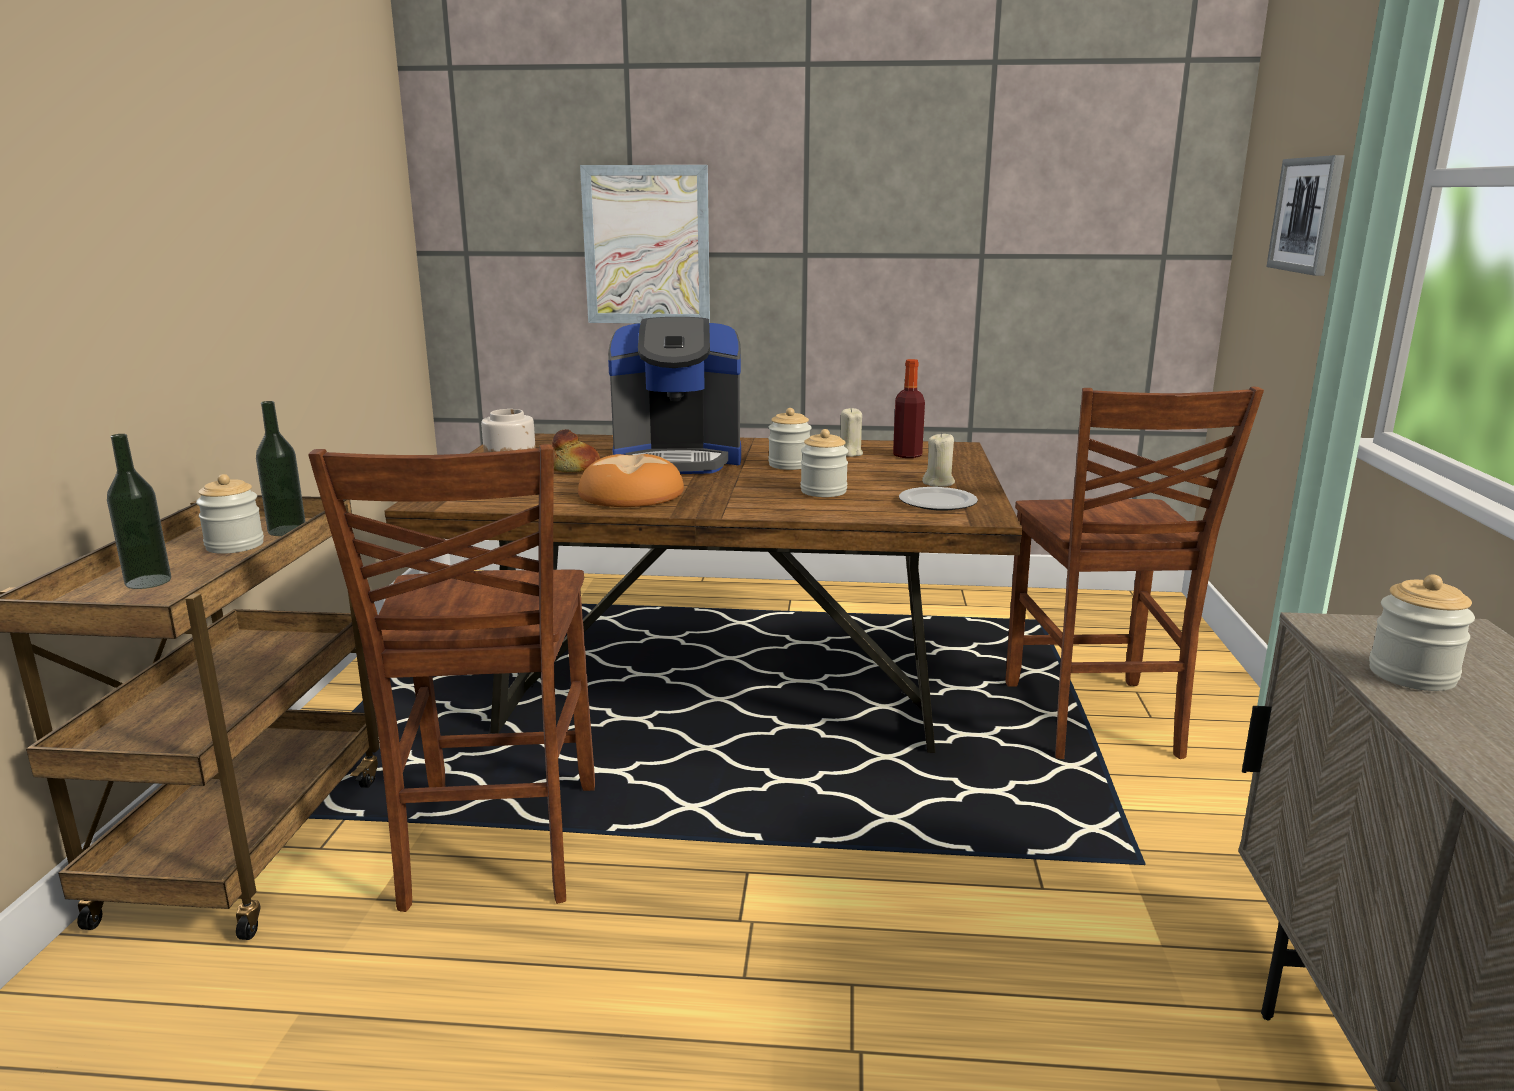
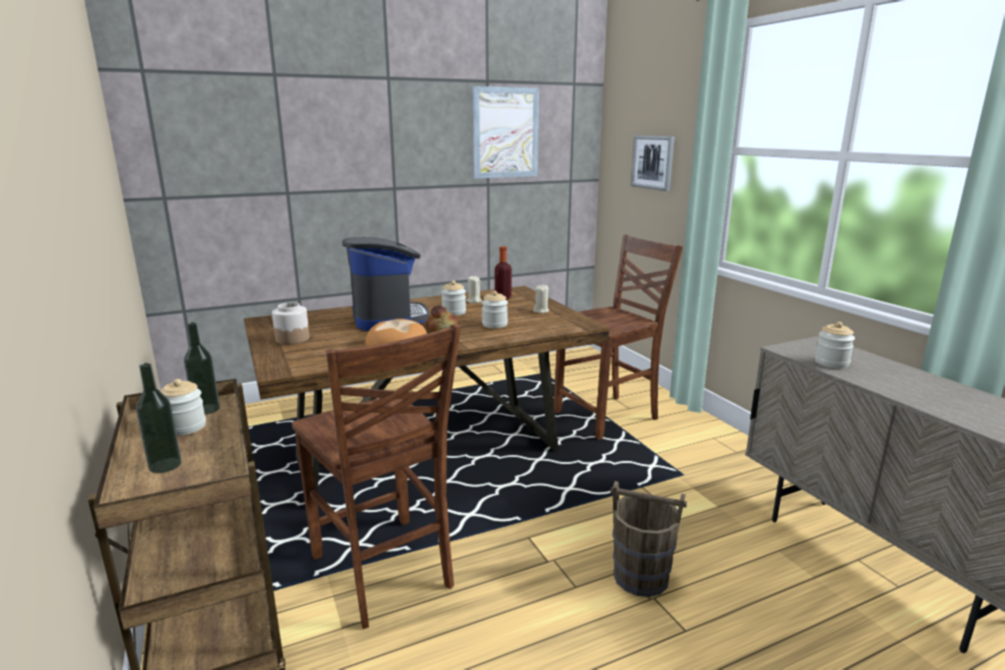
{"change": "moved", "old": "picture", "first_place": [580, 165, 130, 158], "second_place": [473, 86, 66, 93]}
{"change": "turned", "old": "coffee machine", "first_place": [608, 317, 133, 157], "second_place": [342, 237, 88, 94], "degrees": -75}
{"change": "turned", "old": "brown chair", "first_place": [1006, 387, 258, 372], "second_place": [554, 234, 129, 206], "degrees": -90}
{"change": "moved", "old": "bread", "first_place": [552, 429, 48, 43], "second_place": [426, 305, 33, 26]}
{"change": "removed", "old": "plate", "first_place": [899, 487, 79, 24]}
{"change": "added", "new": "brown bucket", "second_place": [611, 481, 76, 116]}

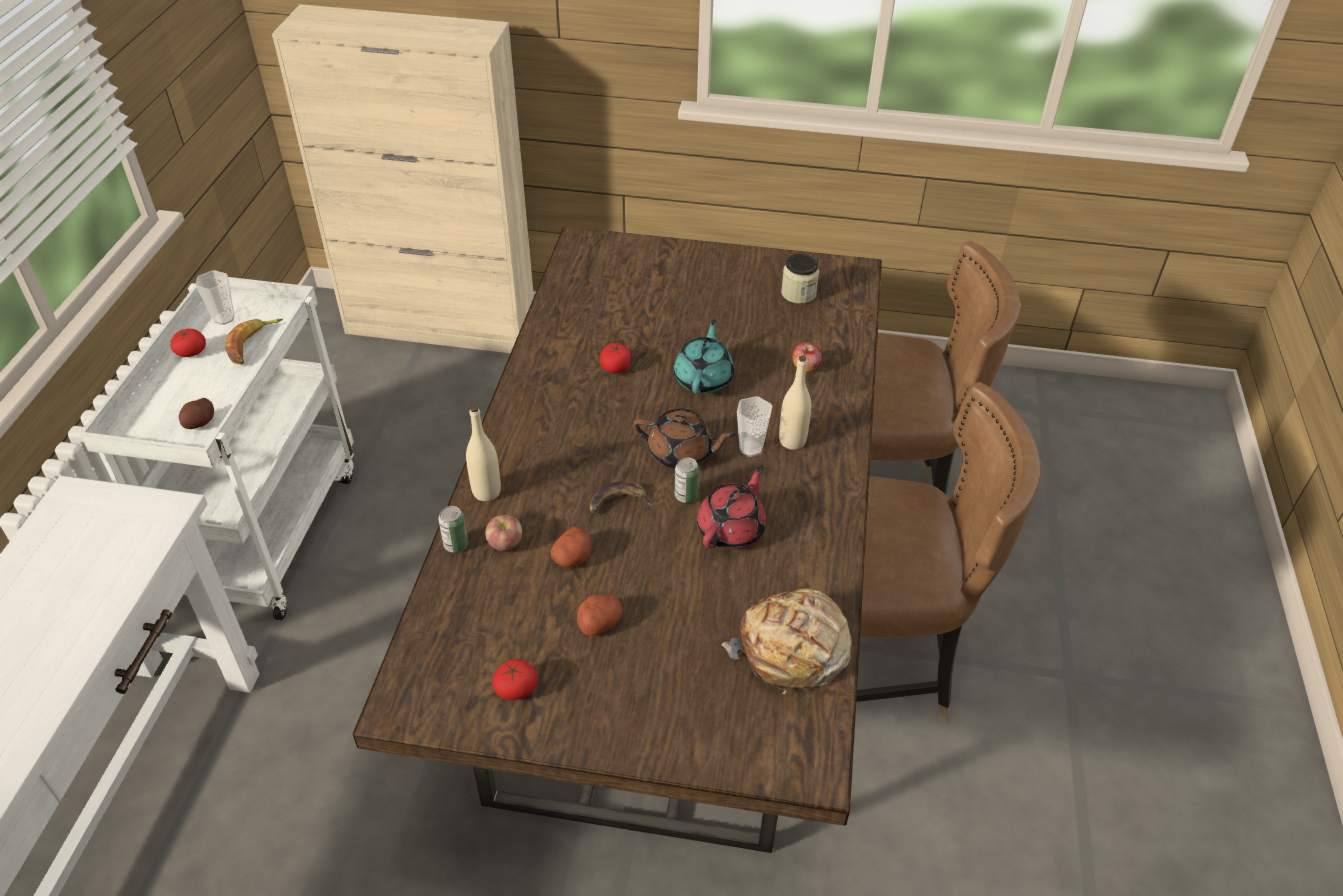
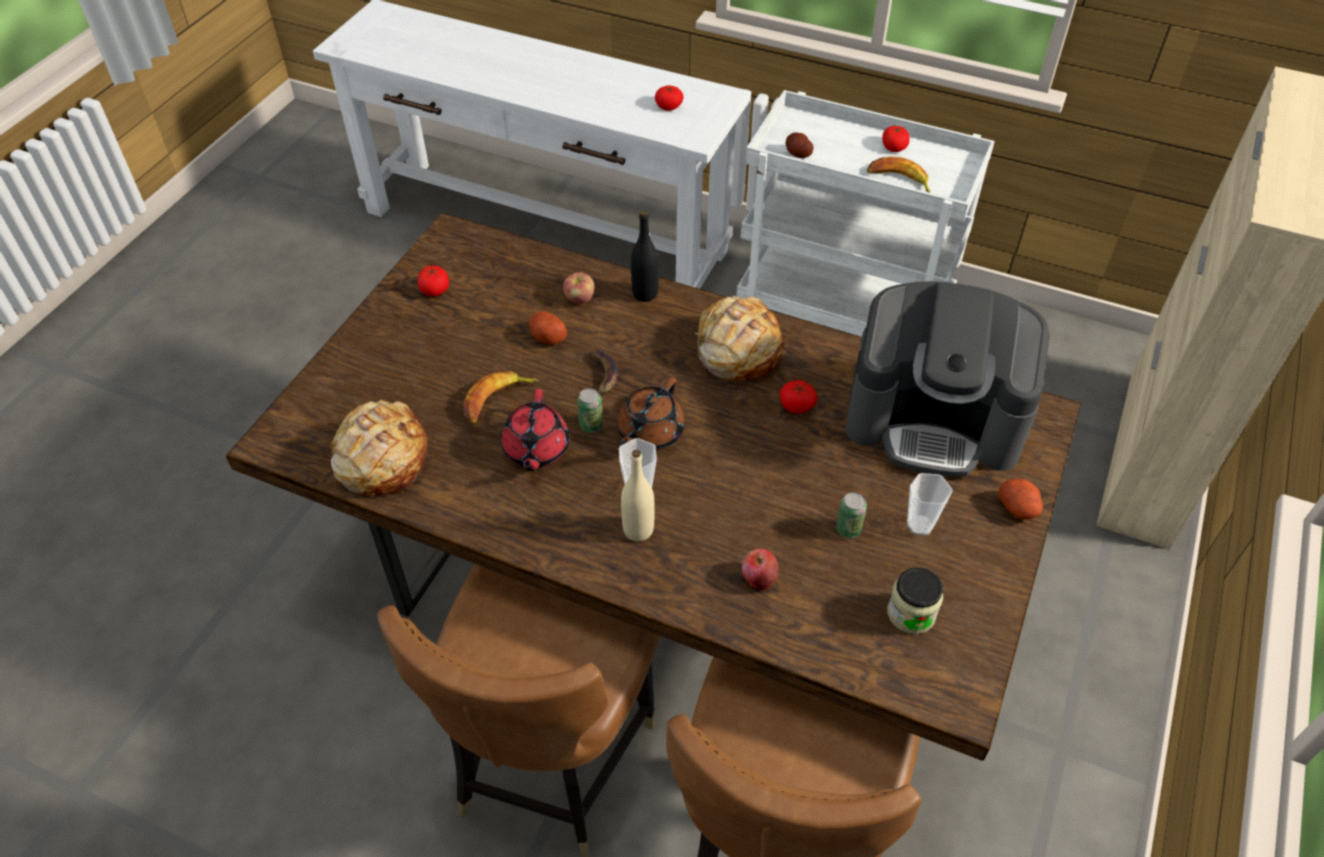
{"change": "moved", "old": "cup", "first_place": [195, 270, 40, 55], "second_place": [907, 473, 46, 63]}
{"change": "removed", "old": "turquoise teapot", "first_place": [674, 319, 60, 75]}
{"change": "recoloured", "old": "beige bottle", "new": "black bottle", "first_place": [466, 405, 35, 96], "second_place": [631, 210, 28, 92]}
{"change": "turned", "old": "red teapot", "first_place": [697, 465, 69, 84], "second_place": [501, 389, 68, 82], "degrees": 45}
{"change": "moved", "old": "can", "first_place": [438, 506, 30, 47], "second_place": [836, 492, 31, 46]}
{"change": "moved", "old": "potato", "first_place": [577, 594, 46, 42], "second_place": [998, 478, 45, 42]}
{"change": "added", "new": "tomato", "second_place": [655, 85, 28, 26]}
{"change": "added", "new": "coffee machine", "second_place": [845, 281, 205, 196]}
{"change": "added", "new": "bread", "second_place": [695, 296, 88, 85]}
{"change": "added", "new": "banana", "second_place": [463, 371, 77, 54]}

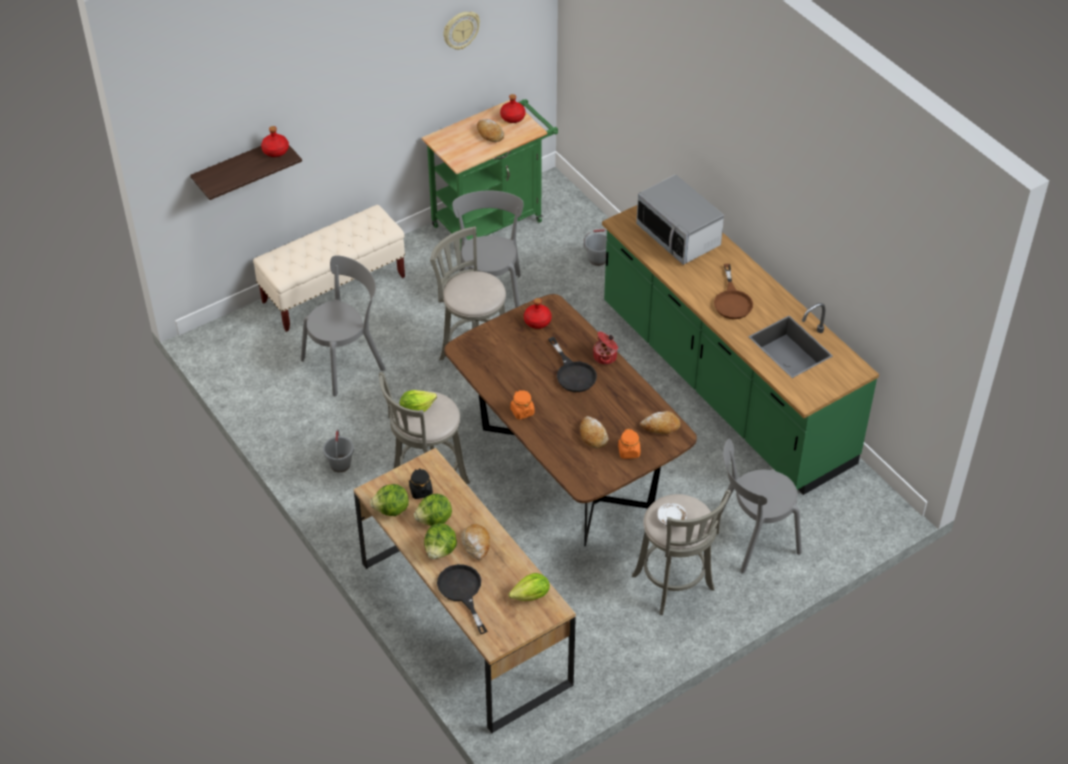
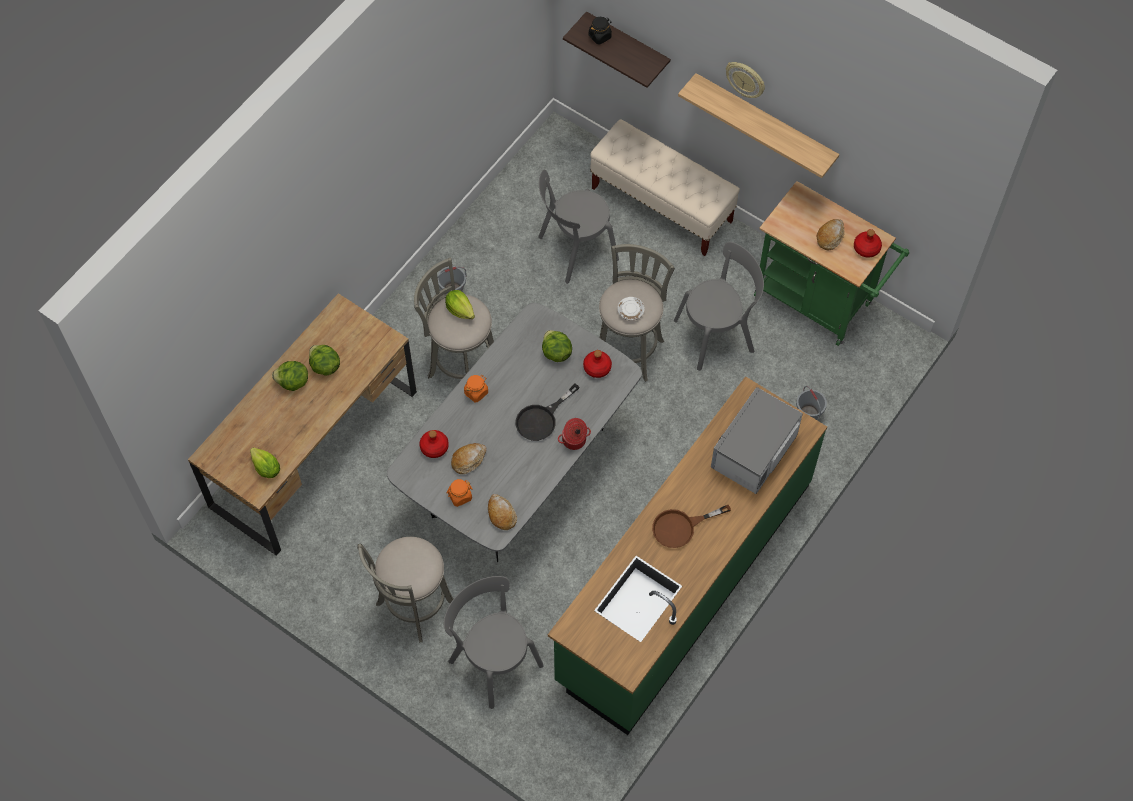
{"change": "moved", "old": "wall clock", "first_place": [443, 12, 37, 38], "second_place": [726, 62, 39, 36]}
{"change": "moved", "old": "red bottle", "first_place": [261, 126, 28, 31], "second_place": [419, 430, 30, 28]}
{"change": "turned", "old": "grey chair", "first_place": [301, 255, 85, 141], "second_place": [538, 169, 81, 115], "degrees": 120}
{"change": "recoloured", "old": "brown dining table", "new": "grey dining table", "first_place": [444, 294, 253, 253], "second_place": [387, 303, 255, 259]}
{"change": "moved", "old": "black jar", "first_place": [409, 468, 24, 31], "second_place": [589, 17, 23, 28]}
{"change": "moved", "old": "lettuce", "first_place": [370, 484, 39, 32], "second_place": [542, 330, 30, 32]}
{"change": "moved", "old": "white plate", "first_place": [657, 503, 30, 24], "second_place": [618, 297, 27, 24]}
{"change": "removed", "old": "bread", "first_place": [461, 524, 29, 36]}
{"change": "removed", "old": "black frying pan", "first_place": [437, 564, 50, 70]}
{"change": "added", "new": "shelf", "second_place": [678, 73, 161, 105]}

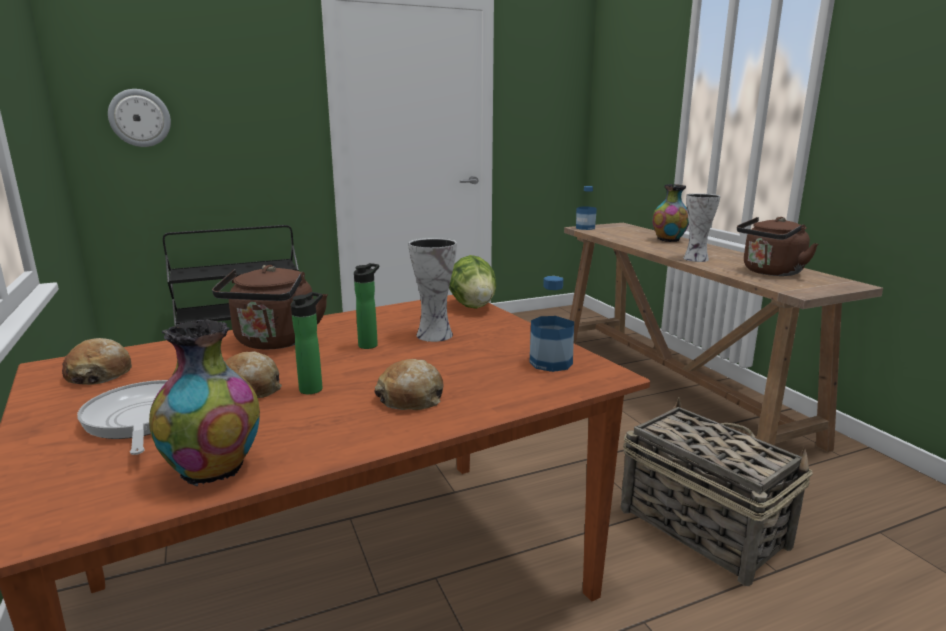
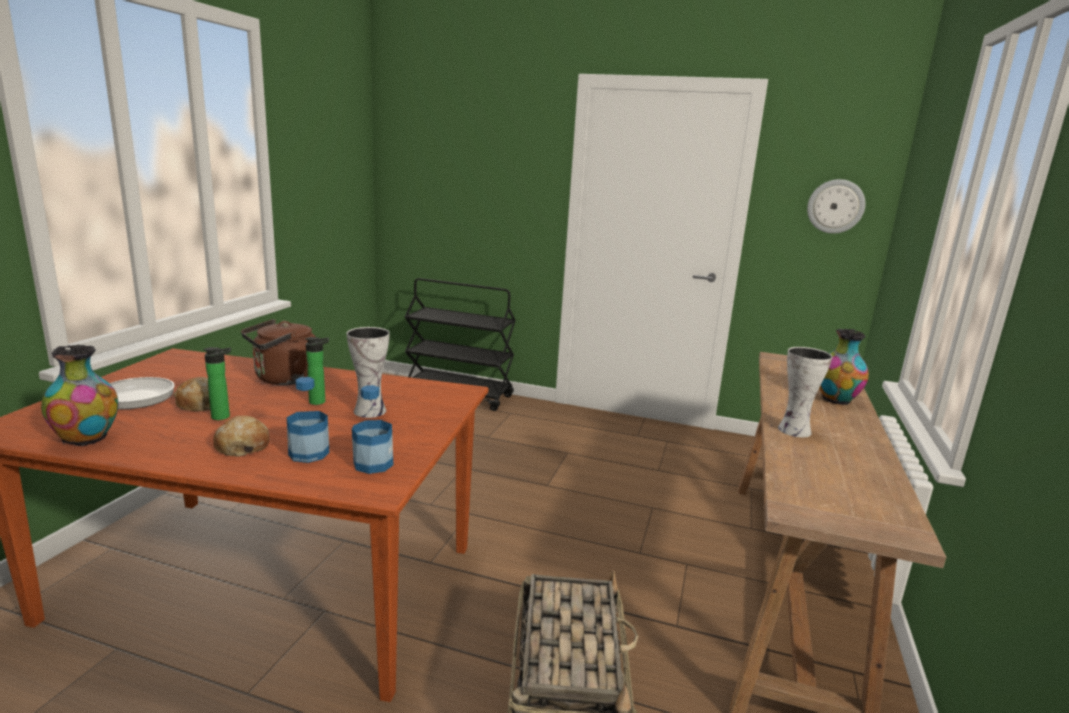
{"change": "moved", "old": "wall clock", "first_place": [108, 89, 63, 58], "second_place": [807, 179, 59, 55]}
{"change": "moved", "old": "bottle", "first_place": [576, 186, 21, 44], "second_place": [287, 377, 42, 86]}
{"change": "removed", "old": "brown kettle", "first_place": [737, 217, 81, 59]}
{"change": "removed", "old": "lettuce", "first_place": [449, 255, 48, 54]}
{"change": "removed", "old": "bread", "first_place": [62, 338, 70, 47]}

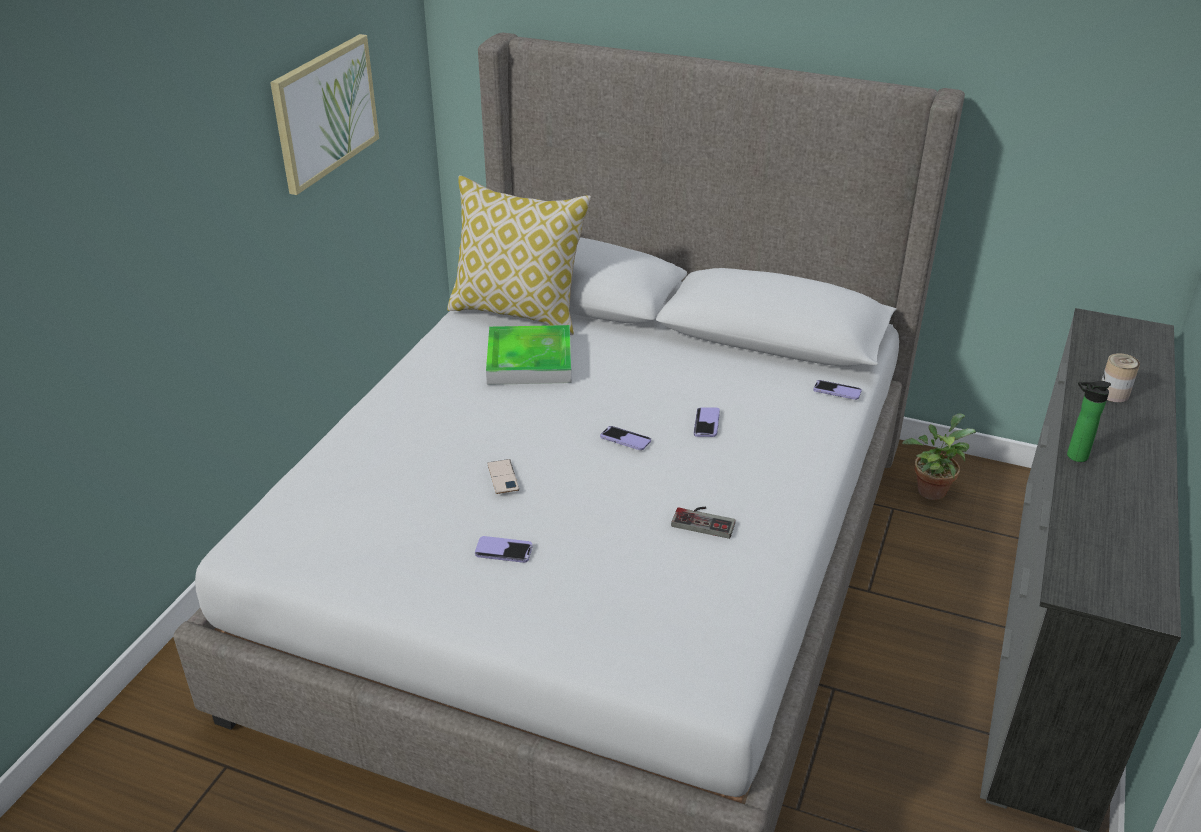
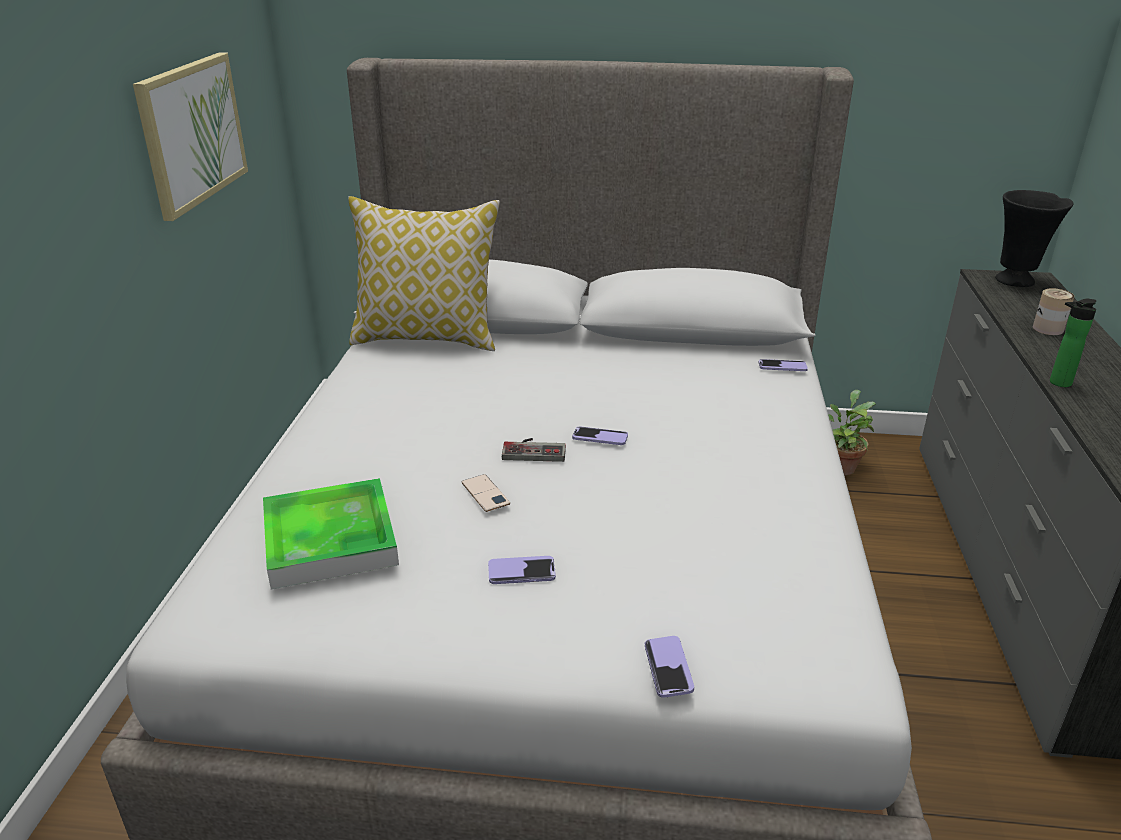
{"change": "moved", "old": "tray", "first_place": [486, 325, 85, 60], "second_place": [263, 478, 136, 111]}
{"change": "moved", "old": "phone", "first_place": [694, 407, 26, 30], "second_place": [645, 636, 49, 62]}
{"change": "moved", "old": "game controller", "first_place": [671, 507, 65, 32], "second_place": [502, 438, 64, 24]}
{"change": "added", "new": "black vase", "second_place": [995, 190, 79, 97]}

